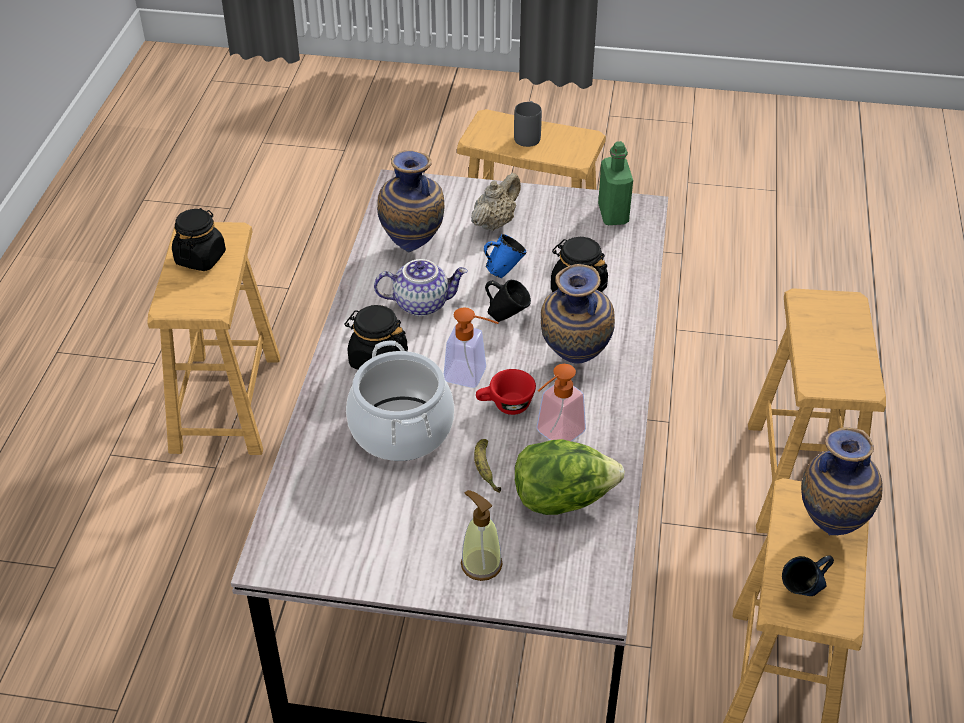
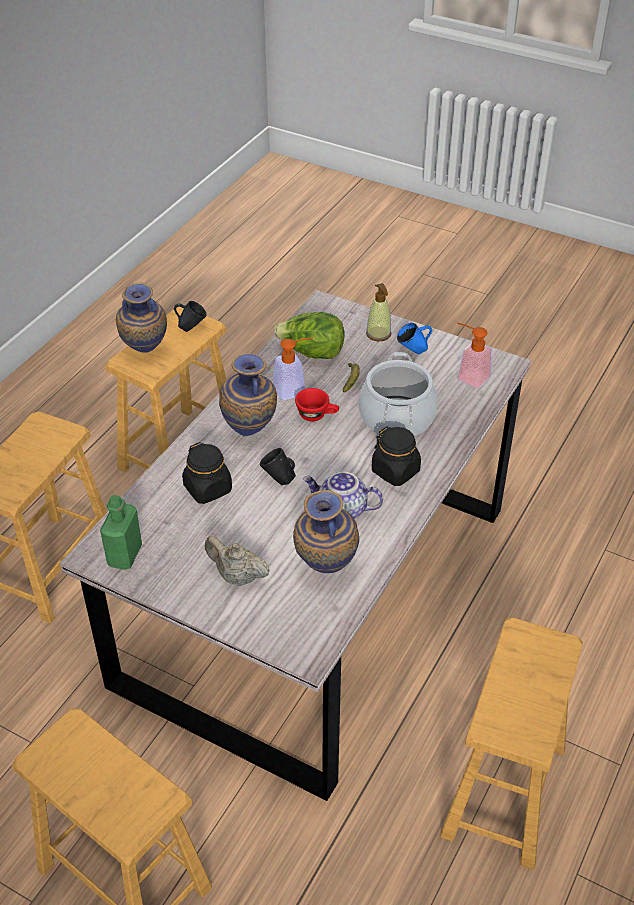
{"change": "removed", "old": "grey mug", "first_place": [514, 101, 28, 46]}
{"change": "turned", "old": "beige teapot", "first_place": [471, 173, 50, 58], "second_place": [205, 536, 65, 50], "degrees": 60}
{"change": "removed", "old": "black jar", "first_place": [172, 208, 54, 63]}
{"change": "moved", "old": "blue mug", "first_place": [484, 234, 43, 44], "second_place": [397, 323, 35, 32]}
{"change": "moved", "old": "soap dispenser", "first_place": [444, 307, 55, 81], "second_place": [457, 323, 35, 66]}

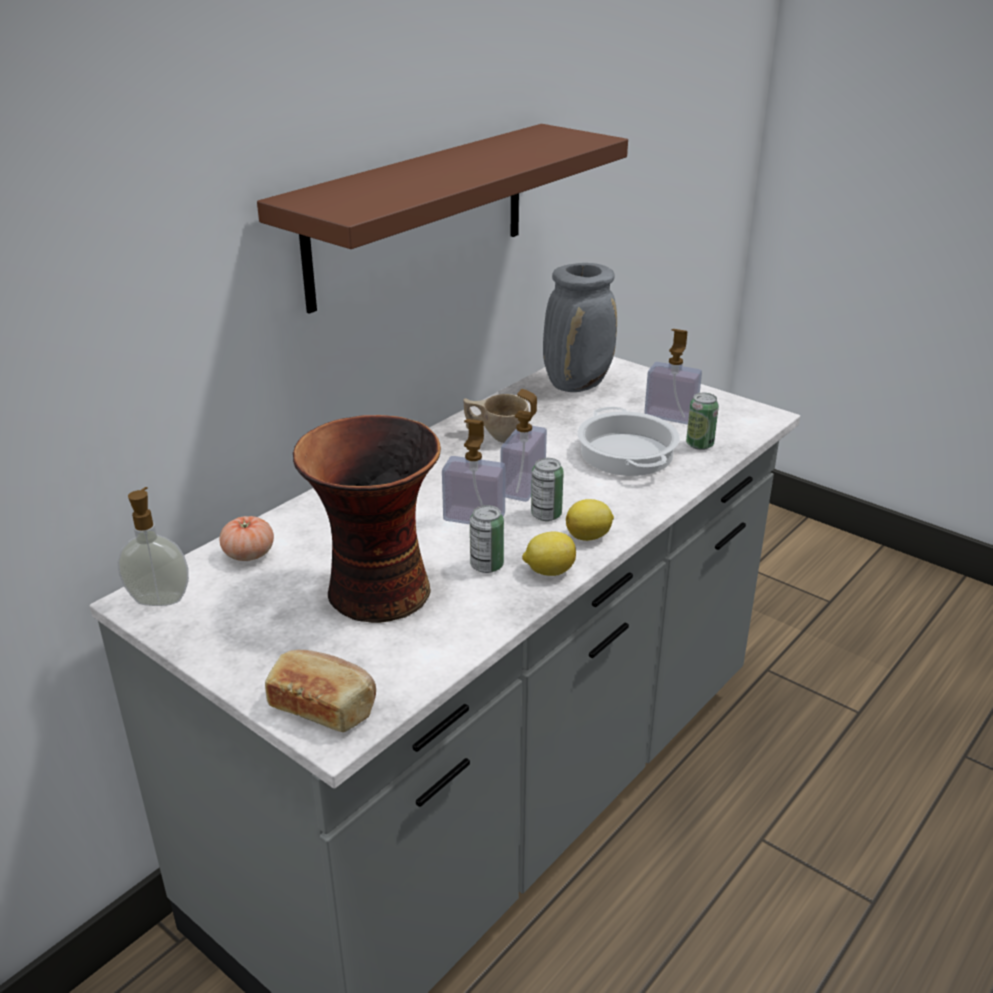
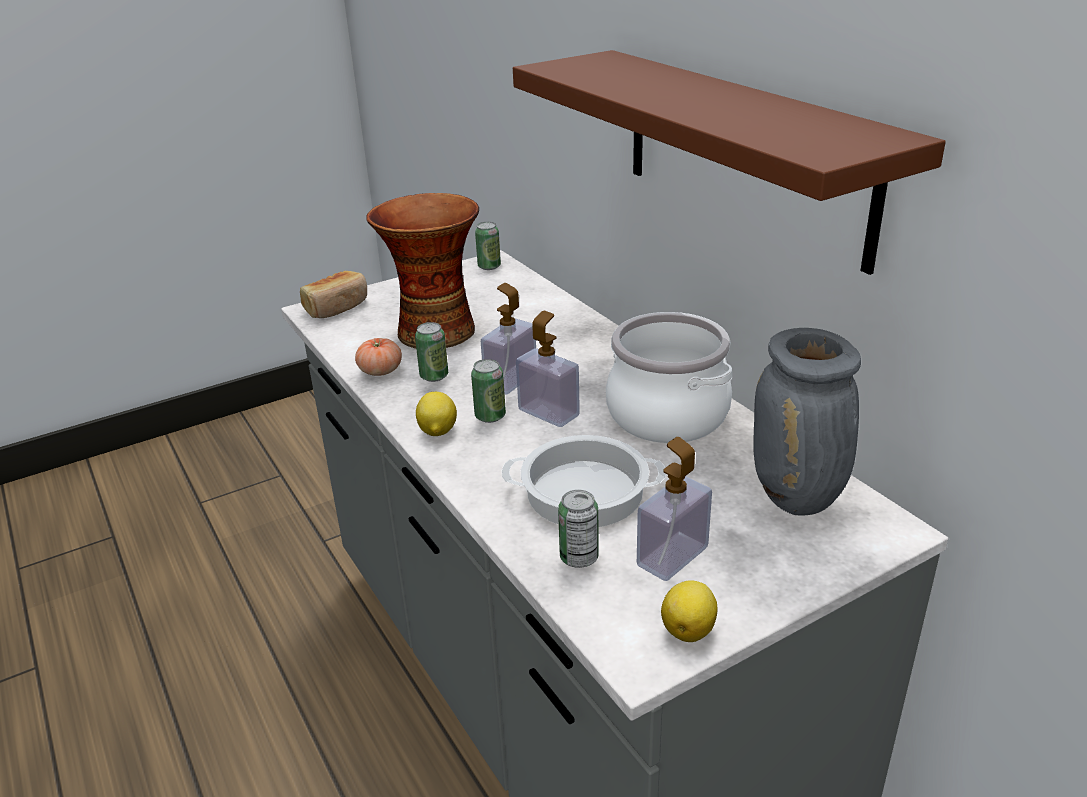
{"change": "replaced", "old": "beige cup", "new": "cooking pot", "first_place": [463, 394, 66, 49], "second_place": [606, 312, 126, 131]}
{"change": "replaced", "old": "soap dispenser", "new": "can", "first_place": [117, 487, 72, 119], "second_place": [475, 222, 26, 48]}
{"change": "moved", "old": "tomato", "first_place": [220, 516, 54, 45], "second_place": [355, 338, 47, 38]}
{"change": "moved", "old": "lemon", "first_place": [522, 531, 54, 45], "second_place": [661, 580, 57, 62]}

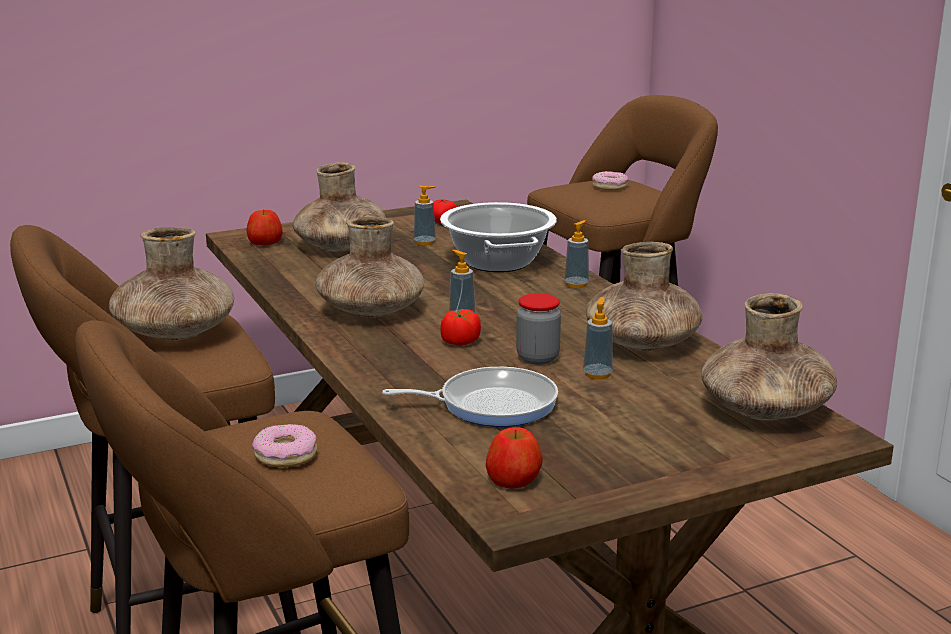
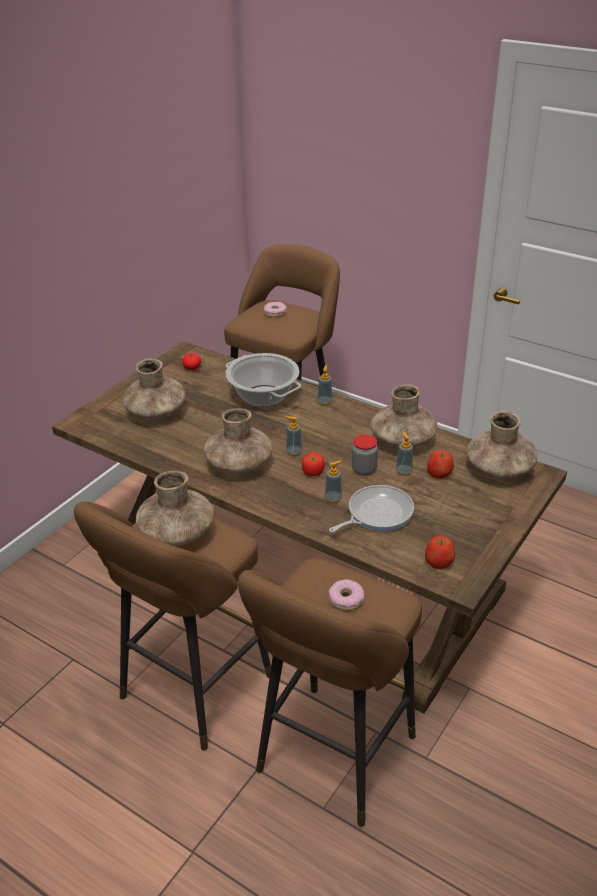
{"change": "moved", "old": "soap dispenser", "first_place": [414, 186, 22, 60], "second_place": [325, 460, 17, 43]}
{"change": "moved", "old": "apple", "first_place": [246, 210, 37, 35], "second_place": [427, 450, 27, 29]}

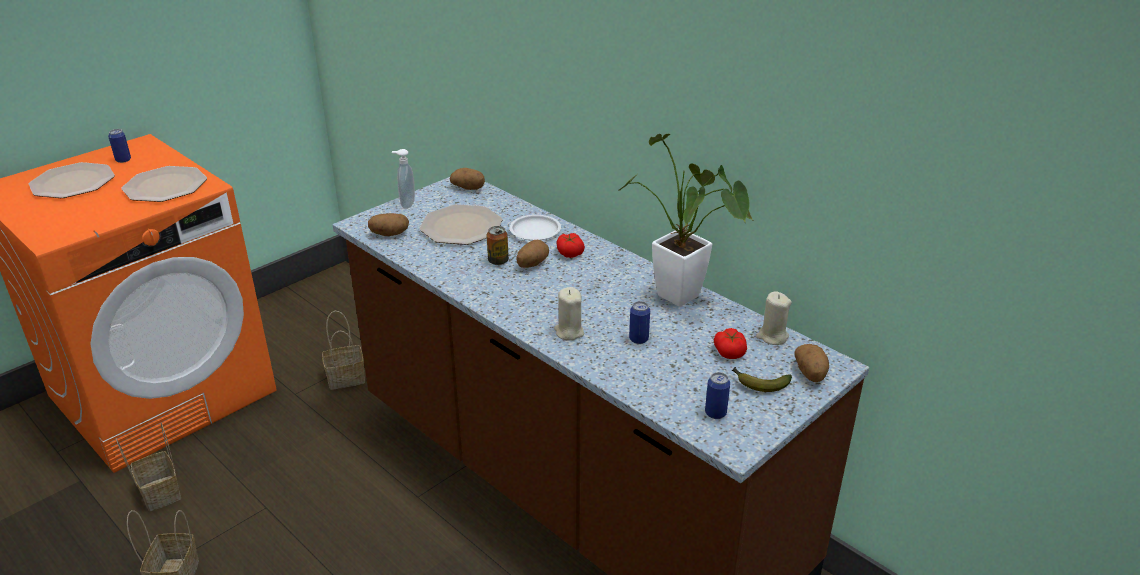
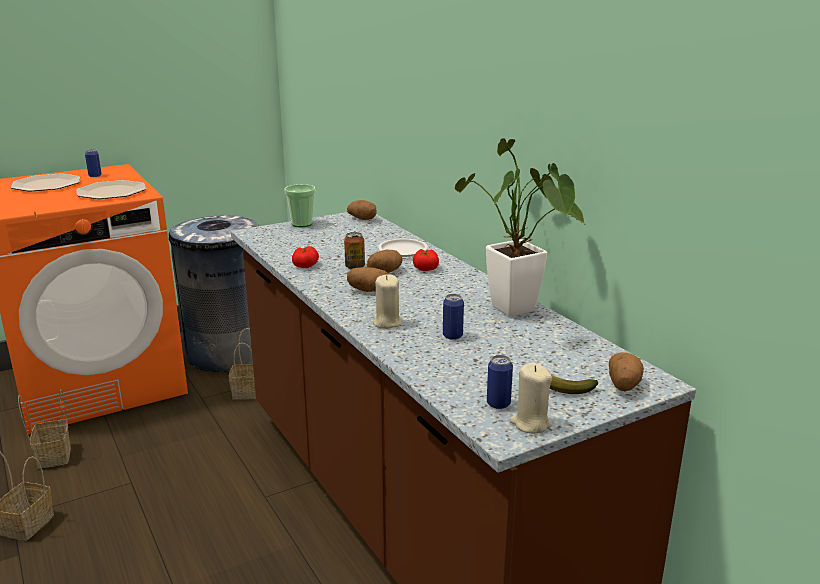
{"change": "replaced", "old": "soap dispenser", "new": "cup", "first_place": [392, 149, 23, 60], "second_place": [284, 184, 31, 43]}
{"change": "removed", "old": "plate", "first_place": [419, 204, 84, 41]}
{"change": "moved", "old": "potato", "first_place": [368, 213, 41, 23], "second_place": [347, 267, 41, 25]}
{"change": "moved", "old": "beige candle", "first_place": [756, 291, 36, 54], "second_place": [509, 363, 43, 71]}
{"change": "moved", "old": "tomato", "first_place": [714, 328, 33, 31], "second_place": [292, 246, 27, 22]}
{"change": "added", "new": "grey trash can", "second_place": [169, 215, 90, 157]}

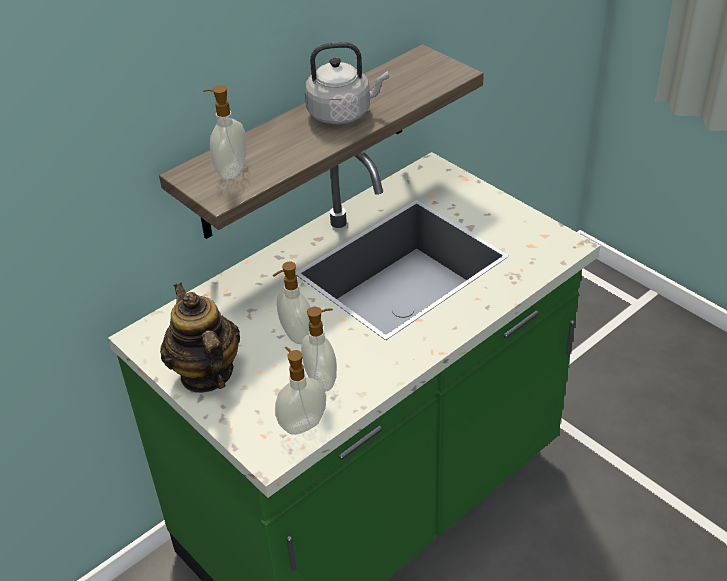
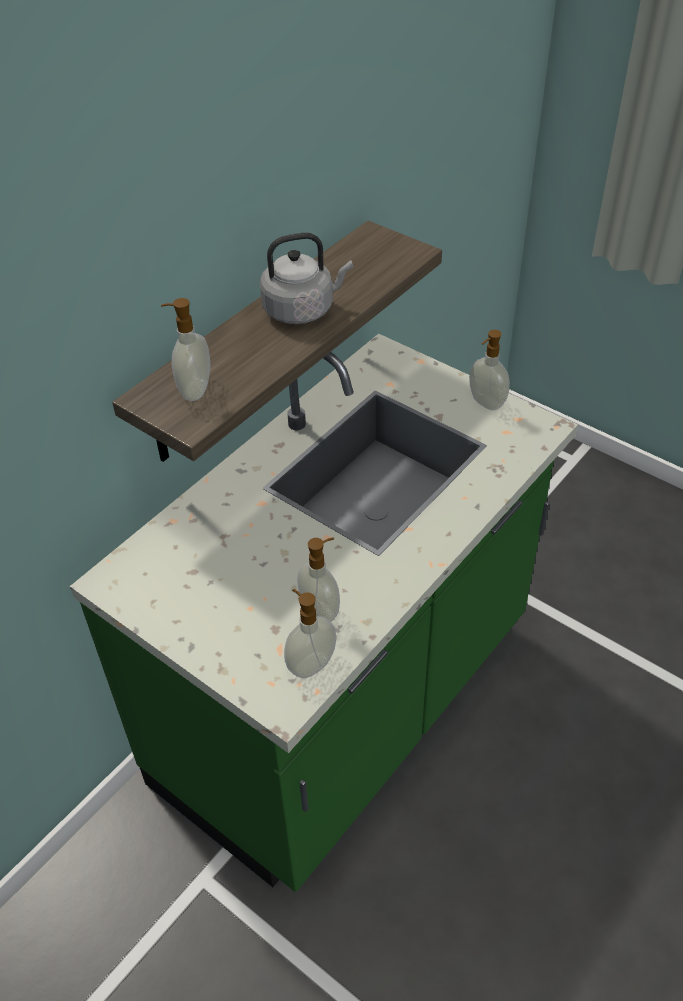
{"change": "moved", "old": "soap dispenser", "first_place": [273, 262, 37, 82], "second_place": [469, 330, 41, 80]}
{"change": "removed", "old": "teapot", "first_place": [160, 283, 80, 110]}

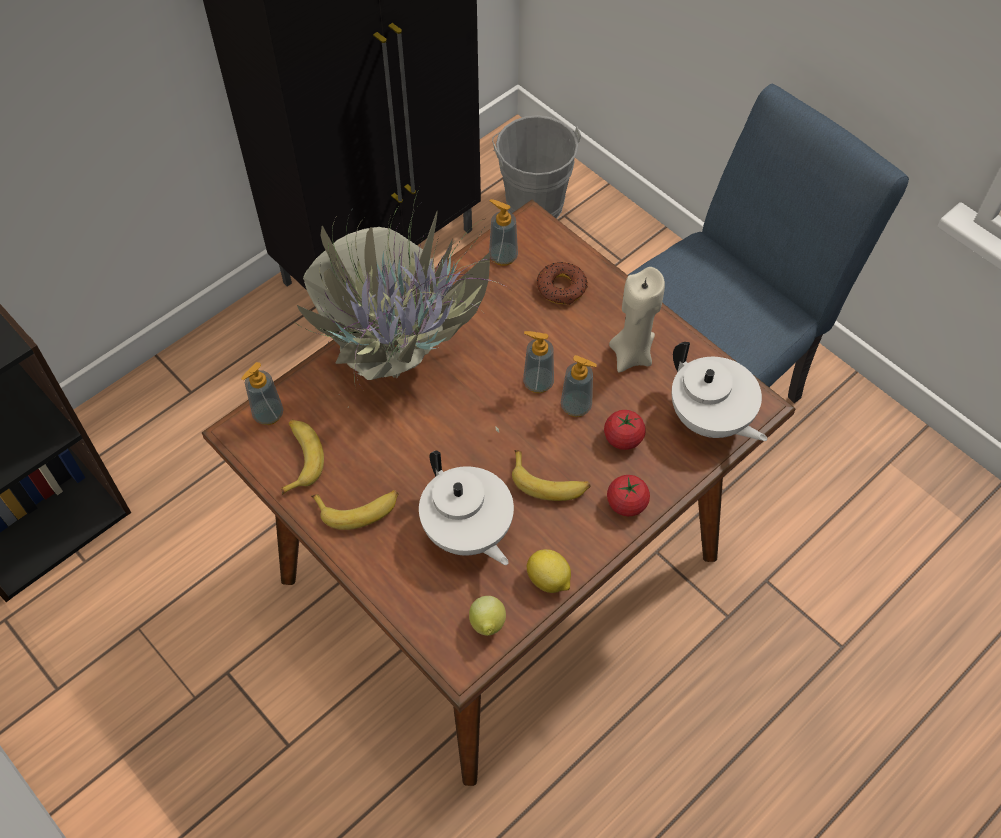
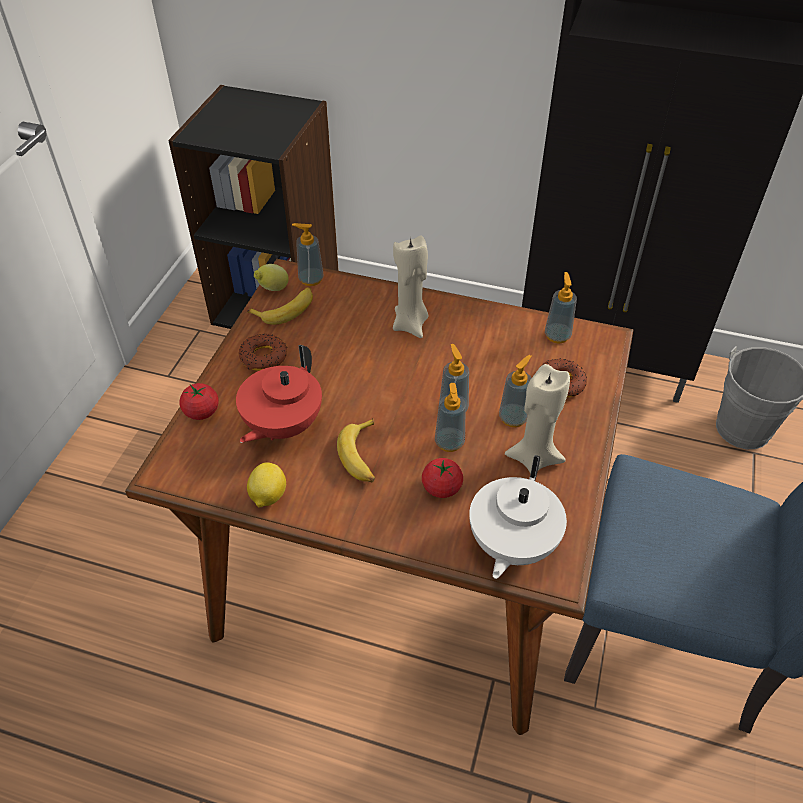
{"change": "replaced", "old": "potted plant", "new": "beige candle", "first_place": [293, 183, 215, 250], "second_place": [393, 236, 36, 102]}
{"change": "recoloured", "old": "white teapot", "new": "red teapot", "first_place": [419, 450, 95, 115], "second_place": [236, 345, 86, 98]}
{"change": "moved", "old": "tomato", "first_place": [607, 475, 43, 41], "second_place": [179, 383, 40, 37]}
{"change": "replaced", "old": "banana", "new": "donut", "first_place": [311, 490, 88, 40], "second_place": [238, 333, 49, 38]}
{"change": "moved", "old": "lemon", "first_place": [469, 596, 37, 40], "second_place": [254, 264, 35, 27]}
{"change": "added", "new": "soap dispenser", "second_place": [499, 355, 32, 72]}

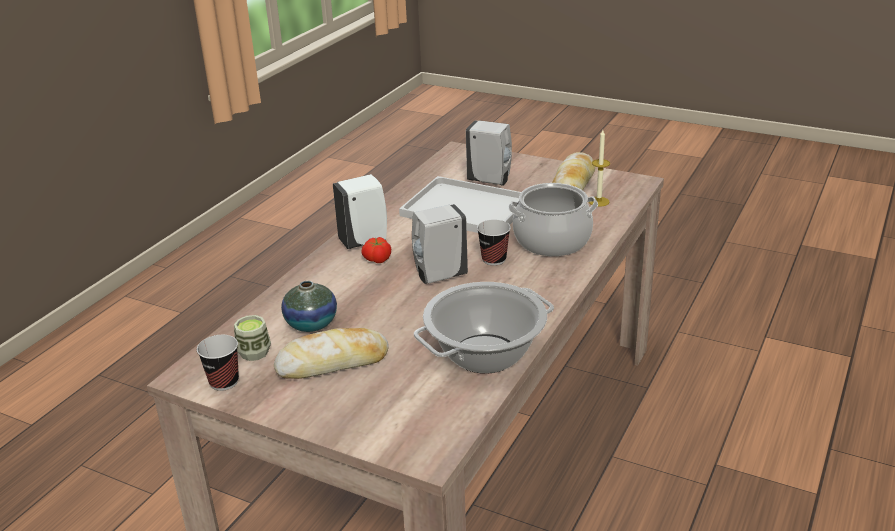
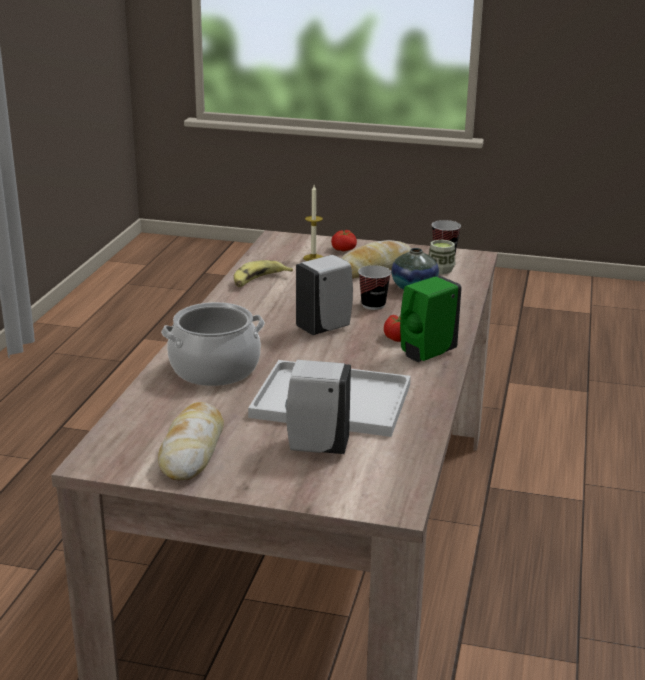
{"change": "moved", "old": "candle", "first_place": [589, 130, 21, 77], "second_place": [303, 185, 20, 76]}
{"change": "recoloured", "old": "white soap dispenser", "new": "green soap dispenser", "first_place": [333, 174, 54, 75], "second_place": [400, 276, 62, 86]}
{"change": "moved", "old": "cup", "first_place": [477, 220, 34, 46], "second_place": [358, 265, 33, 45]}
{"change": "replaced", "old": "cooking pot", "new": "banana", "first_place": [414, 282, 140, 92], "second_place": [234, 260, 59, 27]}
{"change": "added", "new": "tomato", "second_place": [331, 230, 26, 21]}

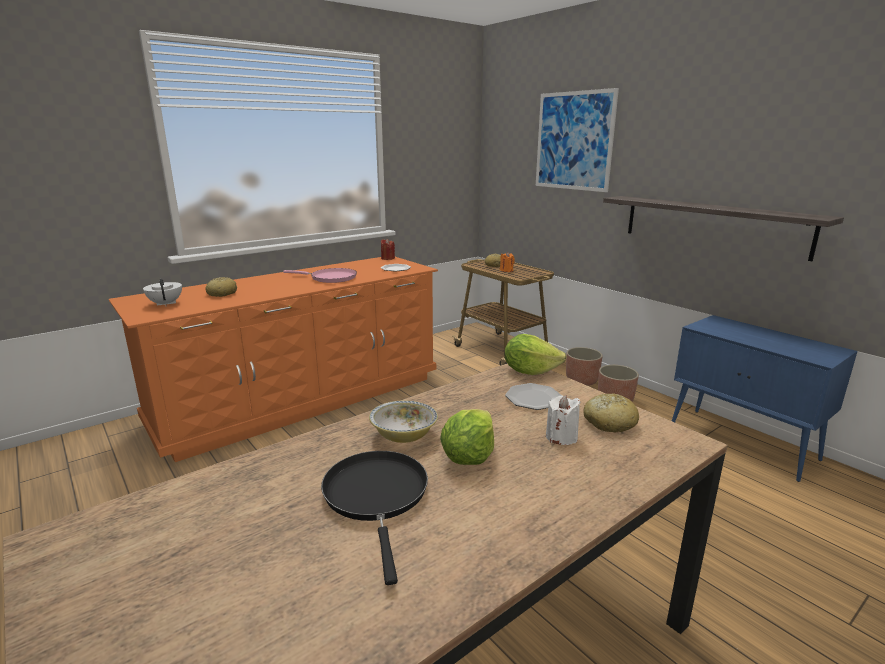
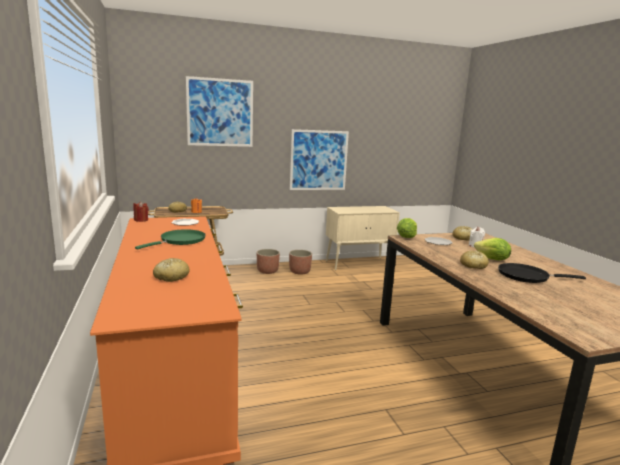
{"change": "replaced", "old": "shelf", "new": "picture", "first_place": [603, 196, 241, 65], "second_place": [290, 129, 59, 61]}
{"change": "recoloured", "old": "pink frying pan", "new": "green frying pan", "first_place": [283, 268, 74, 15], "second_place": [135, 229, 71, 20]}
{"change": "removed", "old": "white teapot", "first_place": [143, 278, 39, 28]}
{"change": "recoloured", "old": "blue cabinet", "new": "beige cabinet", "first_place": [672, 315, 186, 167], "second_place": [326, 206, 74, 64]}
{"change": "replaced", "old": "bowl", "new": "bread", "first_place": [369, 401, 69, 42], "second_place": [460, 250, 29, 19]}

